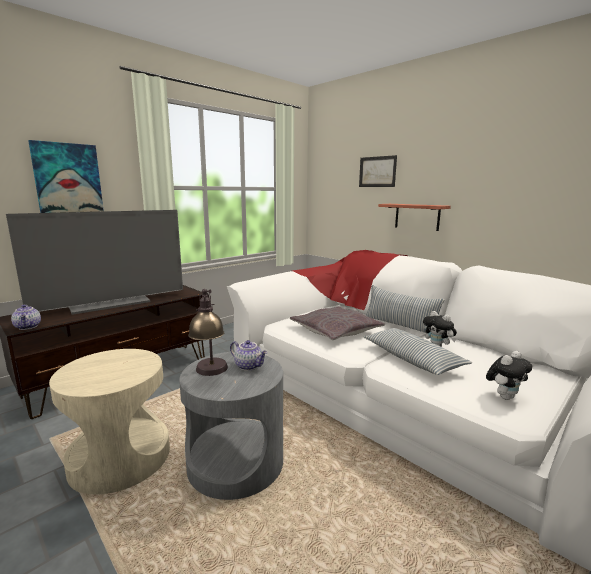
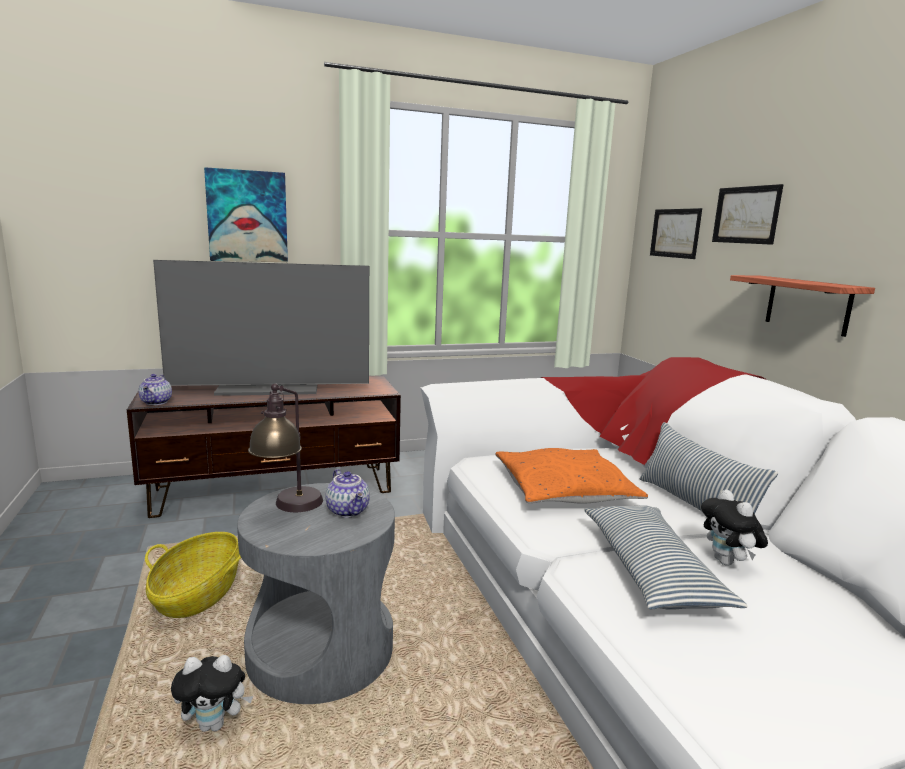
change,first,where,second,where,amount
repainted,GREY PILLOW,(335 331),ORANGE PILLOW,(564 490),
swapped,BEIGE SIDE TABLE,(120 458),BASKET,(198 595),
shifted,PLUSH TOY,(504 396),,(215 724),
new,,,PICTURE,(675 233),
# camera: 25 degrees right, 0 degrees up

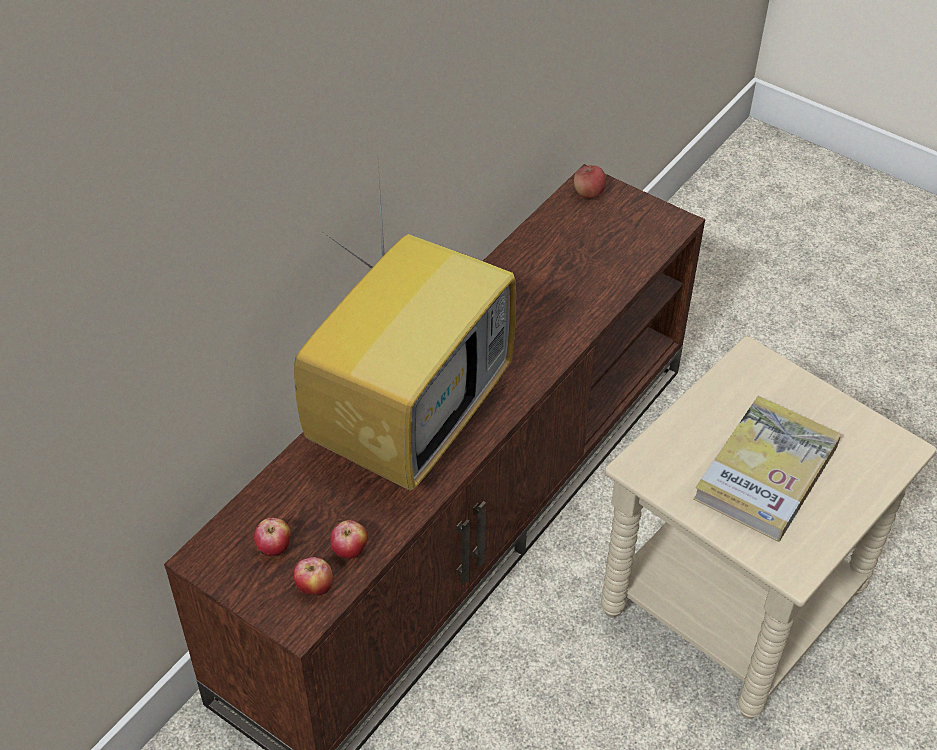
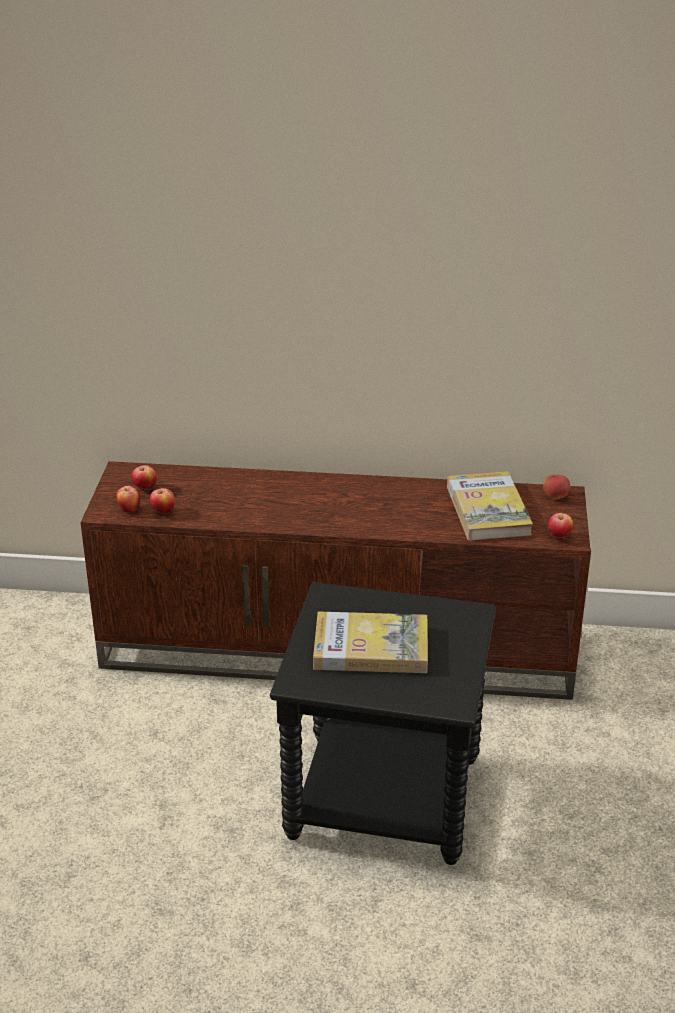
change,first,where,second,where,amount
gone,TELEVISION,(411 416),,,
repainted,BEIGE SIDE TABLE,(731 599),BLACK SIDE TABLE,(384 796),
new,,,BOOK,(488 510),
new,,,APPLE,(559 537),
# camera: 60 degrees right, 15 degrees down

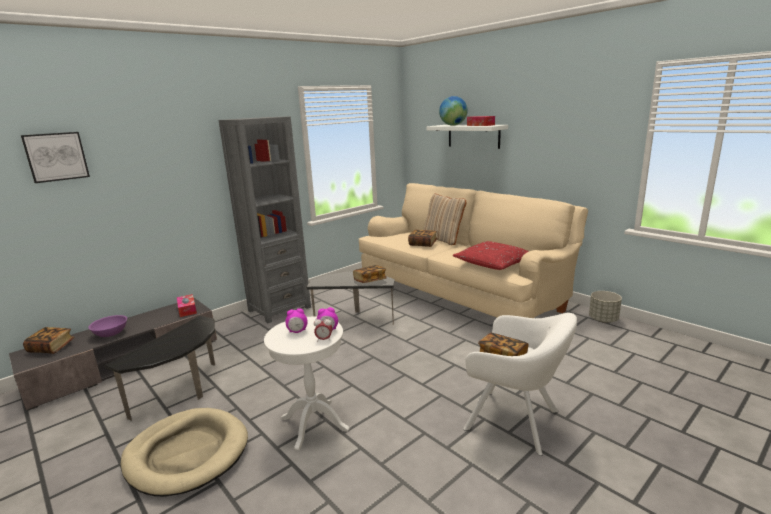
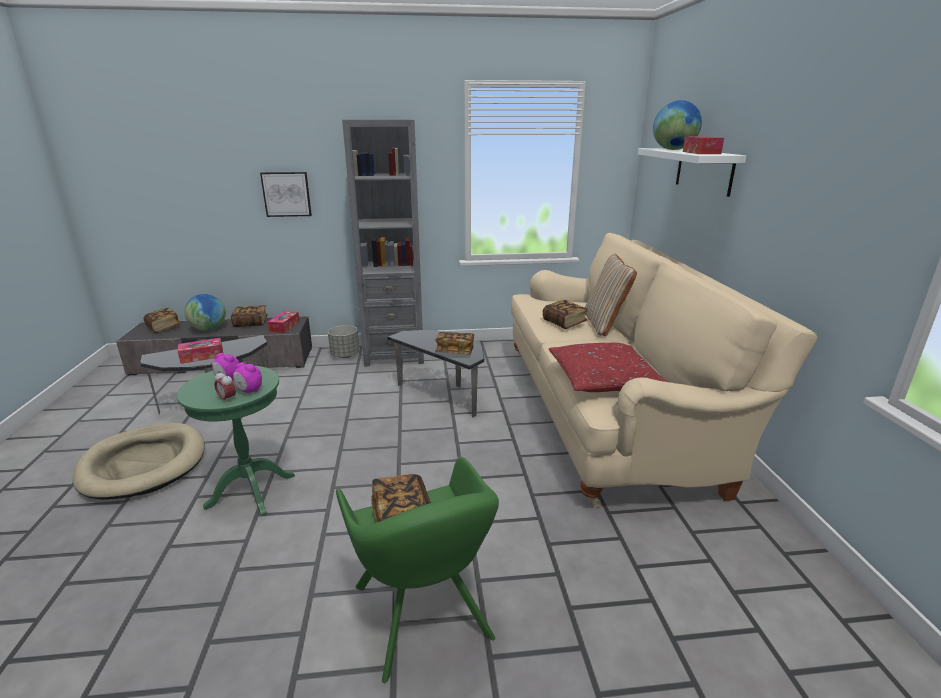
change,first,where,second,where,amount
shifted,PICTURE,(56 156),,(286 194),
shifted,GREY PLANTER,(603 320),,(345 355),
repainted,WHITE ARMCHAIR,(516 421),GREEN ARMCHAIR,(424 617),
swapped,PURPLE BOWL,(111 333),GLOBE,(209 329),
repainted,WHITE SIDE TABLE,(314 424),GREEN SIDE TABLE,(251 491),
new,,,BOOK,(250 323),
new,,,TISSUE BOX,(202 356),
# camera: 35 degrees right, 5 degrees up

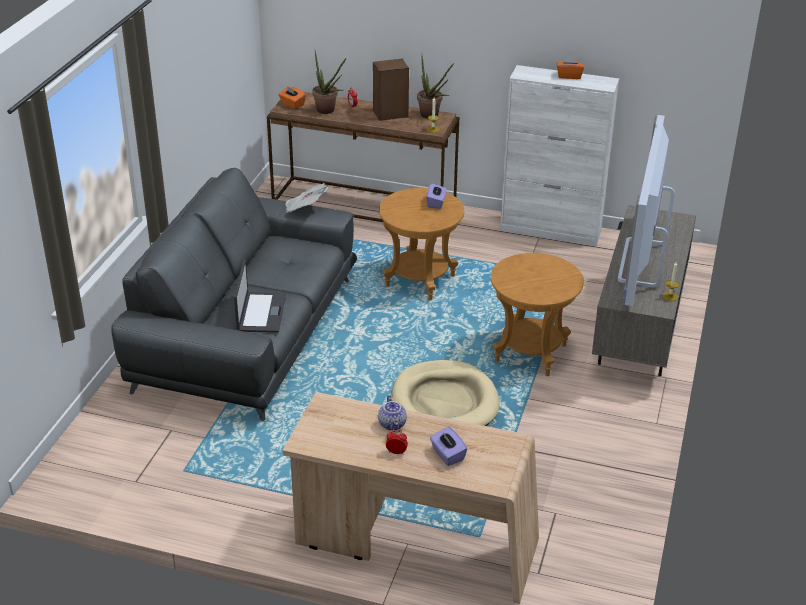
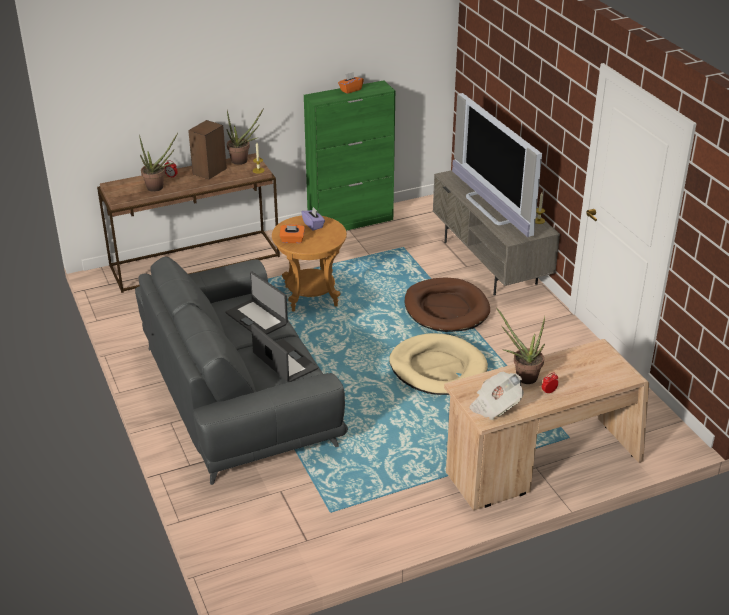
change,first,where,second,where,amount
repainted,WHITE CABINET,(551 230),GREEN CABINET,(351 222),
shifted,ORANGE TISSUE BOX,(292 104),,(292 240),
shifted,NEWSPAPER,(305 208),,(495 406),
swapped,BROWN SIDE TABLE,(530 353),BROWN DOG BED,(446 309),
swapped,TEAPOT,(393 424),POTTED PLANT,(521 376),
gone,PURPLE TISSUE BOX,(447 455),,,
new,,,LAPTOP,(257 318),
# camera: 40 degrees left, 0 degrees up

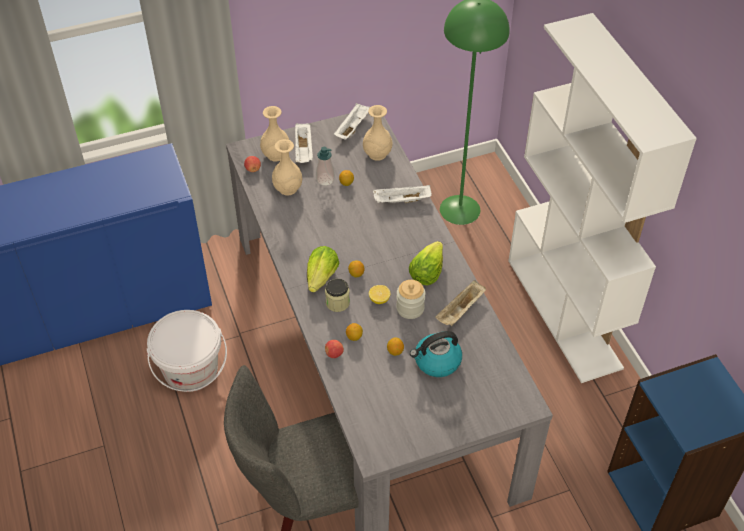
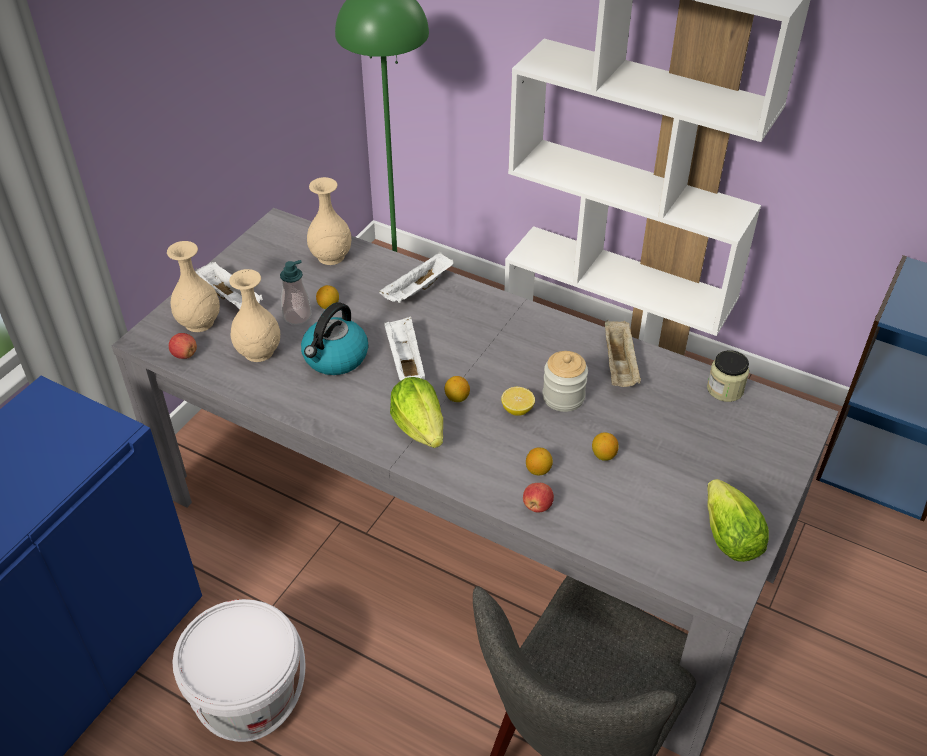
change,first,where,second,where,amount
shifted,WHITE TRAY,(352 127),,(404 360),
shifted,LETTUCE,(426 273),,(729 538),
shifted,JAR,(337 302),,(725 389),
shifted,KETTLE,(436 362),,(335 358),
# camera: 40 degrees left, 5 degrees down

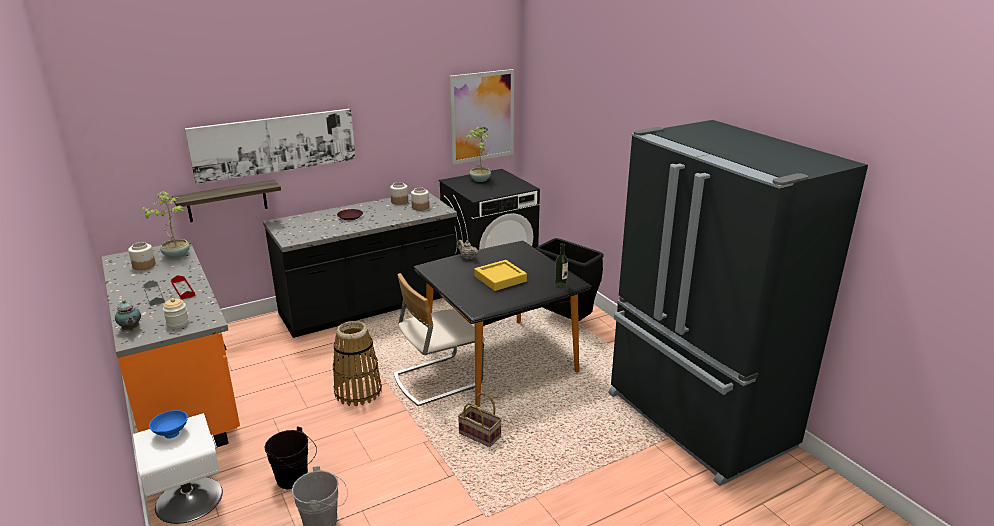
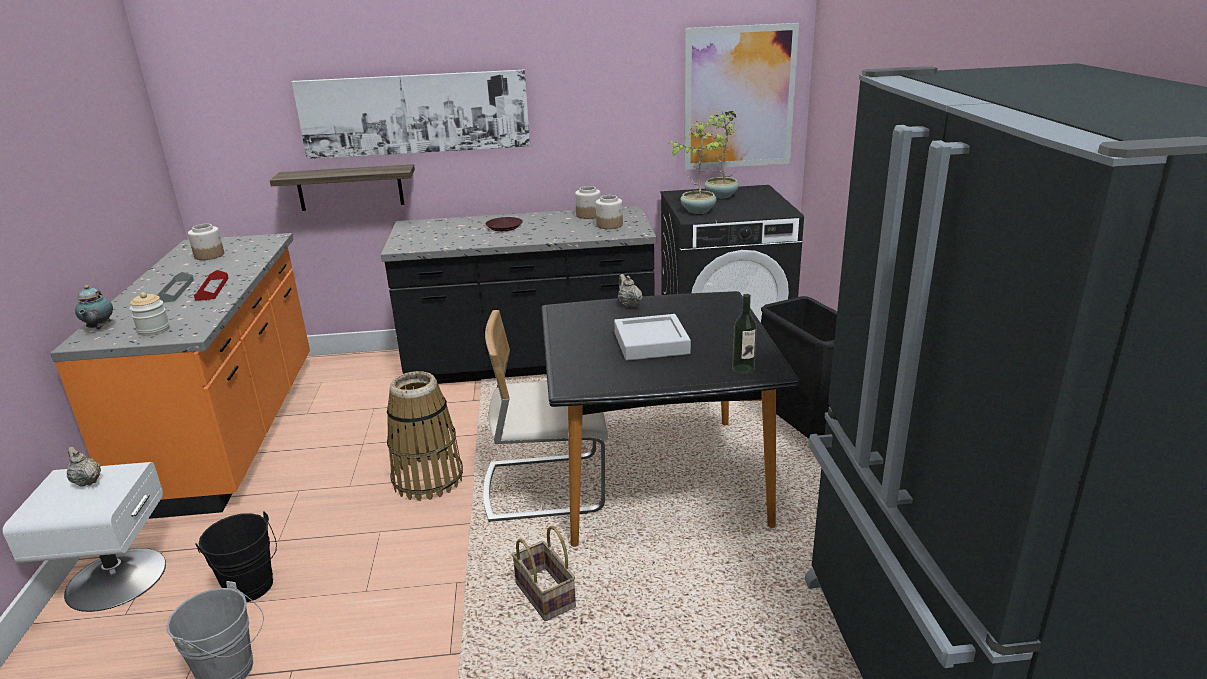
change,first,where,second,where,amount
shifted,POTTED PLANT,(176 255),,(697 210),
repainted,YELLOW TRAY,(500 279),GREY TRAY,(651 343),
swapped,BLUE BOWL,(170 434),BEIGE TEAPOT,(87 481),
# camera: 25 degrees right, 0 degrees up

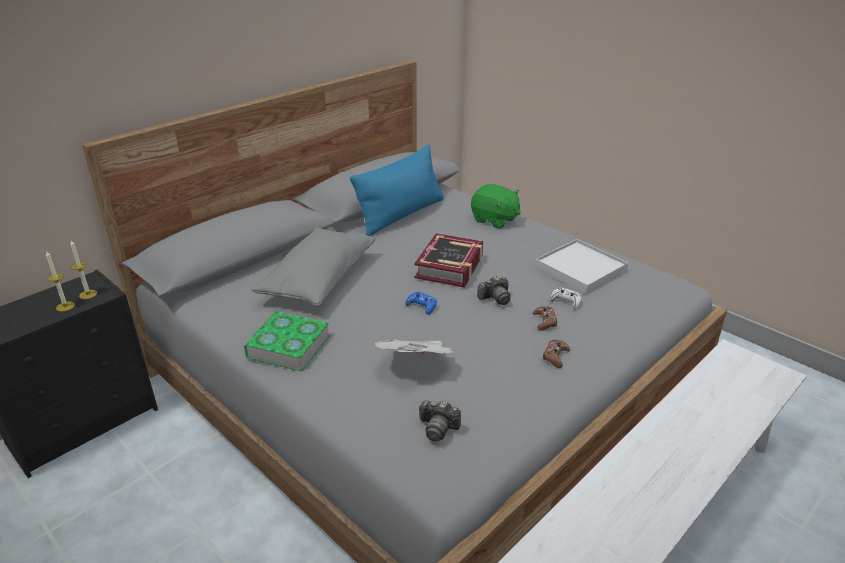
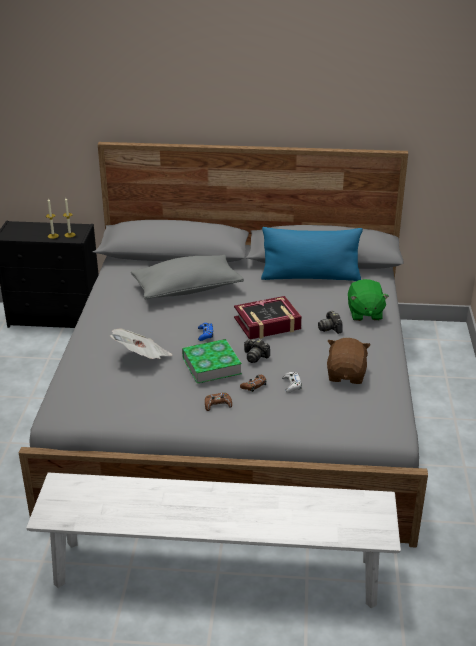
change,first,where,second,where,amount
swapped,WHITE TRAY,(580 269),BROWN PLUSH TOY,(346 375),
shifted,BOOK,(288 346),,(211 365),
shifted,PHOTO CAMERA,(438 428),,(330 328),
# camera: 50 degrees right, 0 degrees up

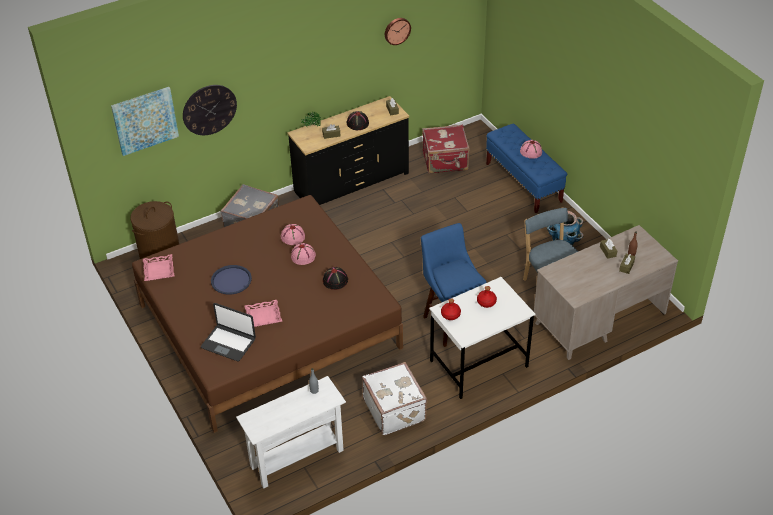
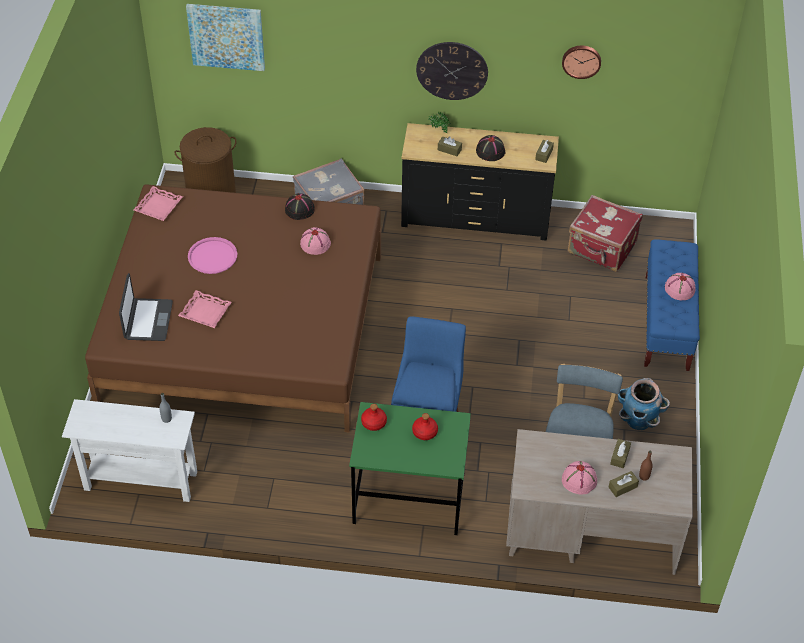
change,first,where,second,where,amount
shifted,WALL CLOCK,(209 109),,(452 70),
shifted,PINK HAT,(303 256),,(579 480),
repainted,BLUE TRAY,(231 280),PINK TRAY,(212 256),
shifted,BLACK HAT,(335 280),,(300 209),
repainted,WHITE DESK,(478 364),GREEN DESK,(408 499),
rotated,LAPTOP,(228 343),,(147 320),150 degrees counterclockwise
gone,WHITE SUITCASE,(395 409),,,
# camera: 35 degrees right, 5 degrees up

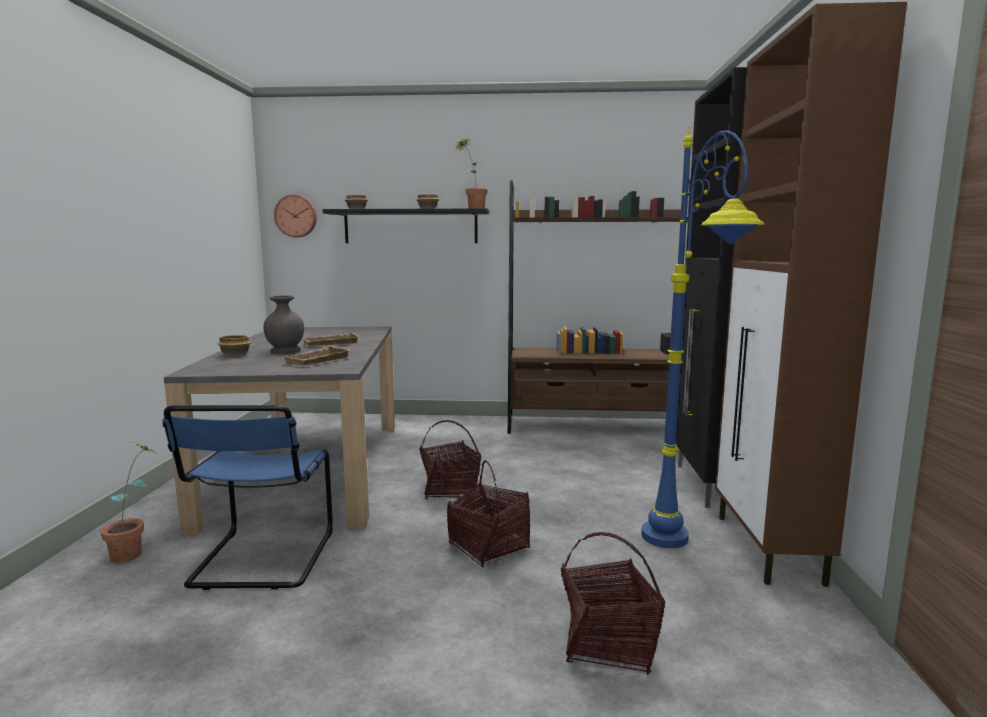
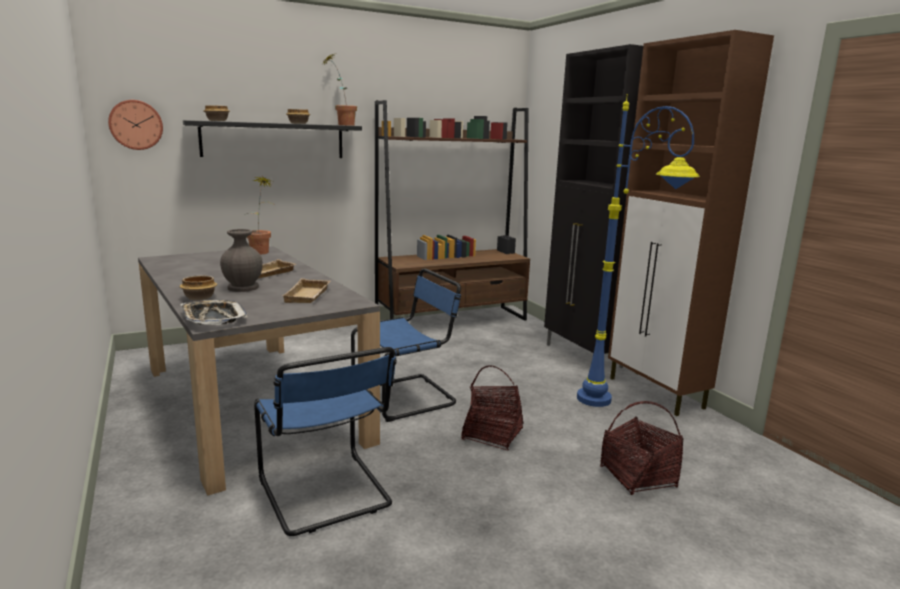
change,first,where,second,where,amount
swapped,BASKET,(450 490),BLUE CHAIR,(407 397),
shifted,POTTED PLANT,(135 552),,(262 251),
new,,,TRAY,(213 318),
# camera: 30 degrees left, 5 degrees up

